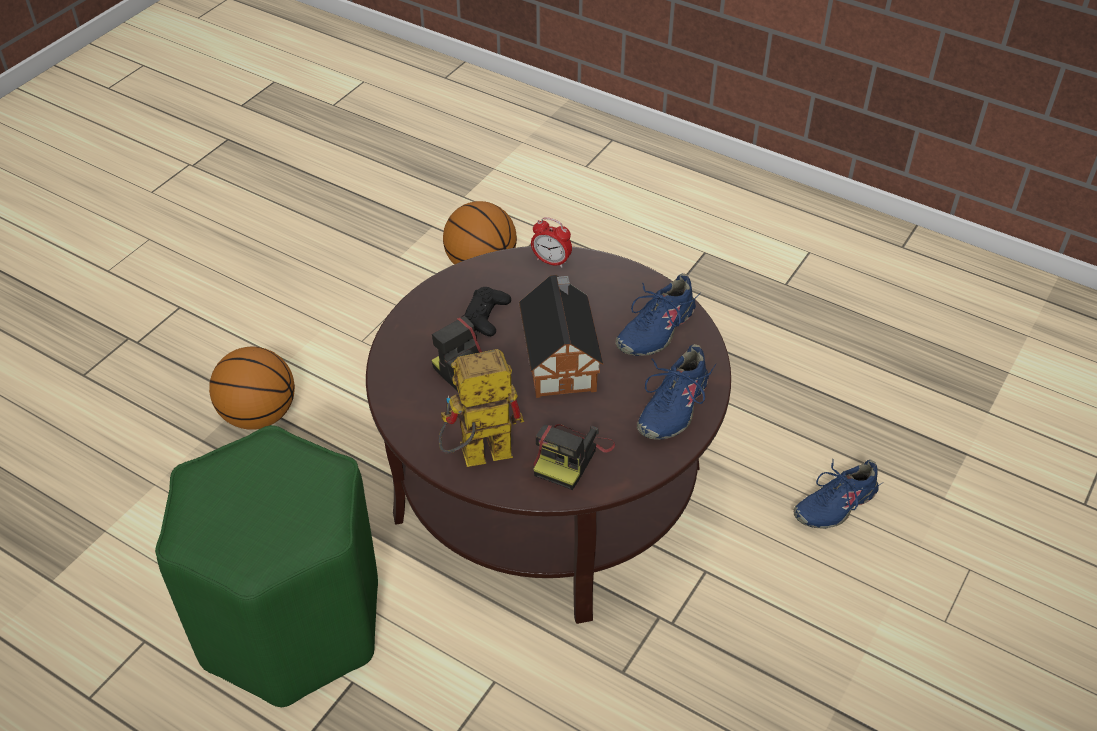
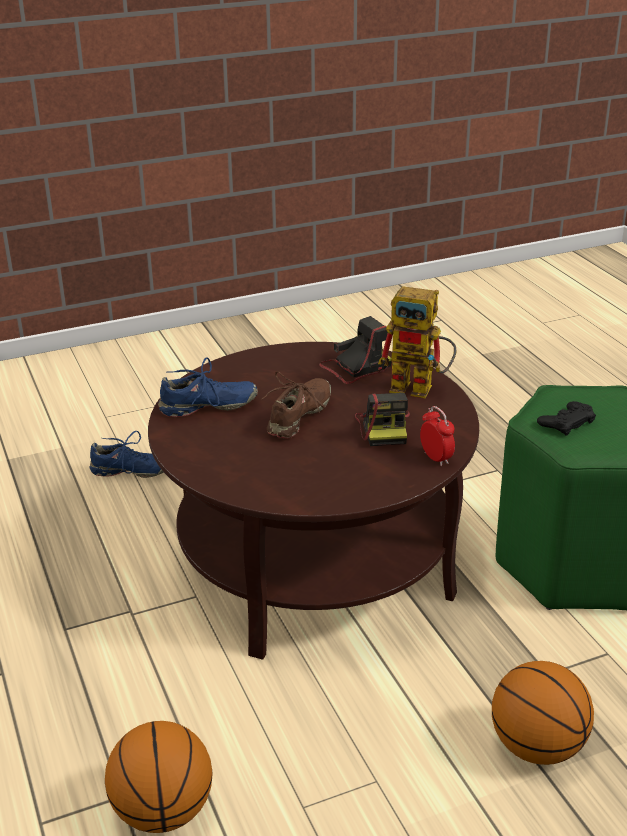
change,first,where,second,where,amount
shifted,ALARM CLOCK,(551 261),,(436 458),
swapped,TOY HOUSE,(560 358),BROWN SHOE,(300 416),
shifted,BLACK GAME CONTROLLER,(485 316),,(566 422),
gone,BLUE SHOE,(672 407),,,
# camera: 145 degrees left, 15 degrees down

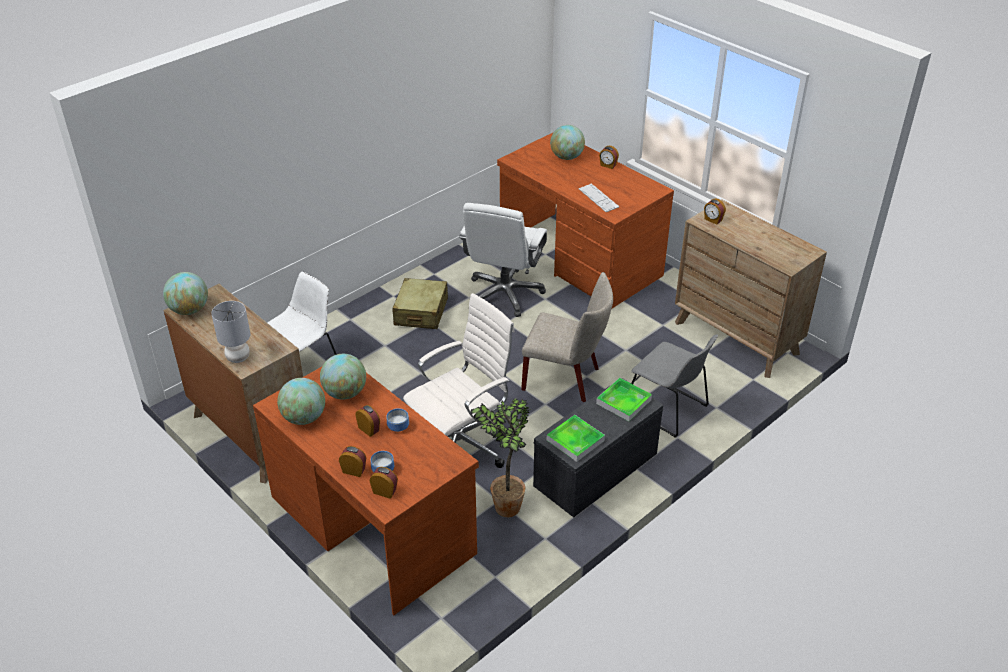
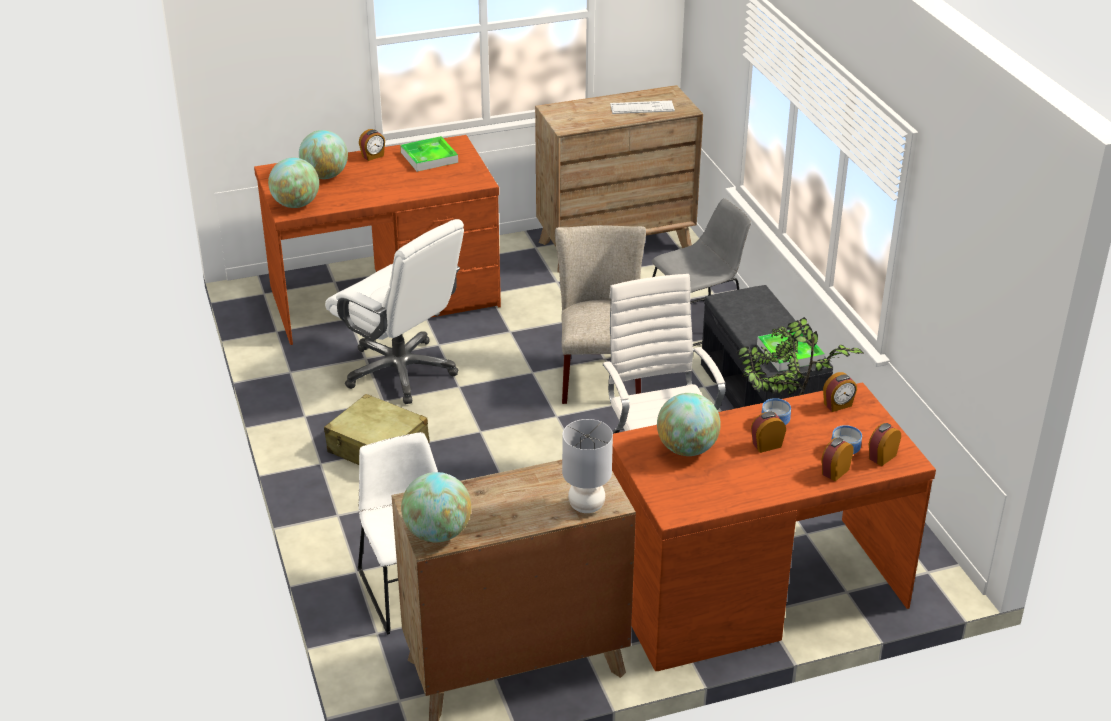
change,first,where,second,where,amount
shifted,KEYBOARD,(598 198),,(642 108),
shifted,ALARM CLOCK,(713 220),,(838 405),
rotated,BEIGE CHAIR,(566 379),,(599 373),45 degrees counterclockwise
shifted,GLOBE,(304 417),,(296 204),
shifted,TRAY,(623 402),,(429 157),
# camera: 65 degrees left, 5 degrees down

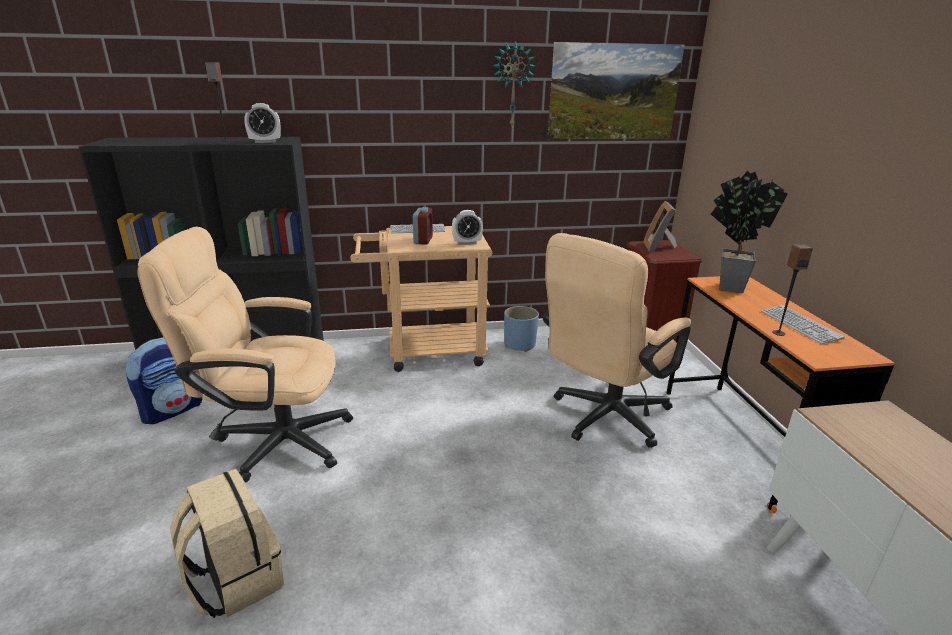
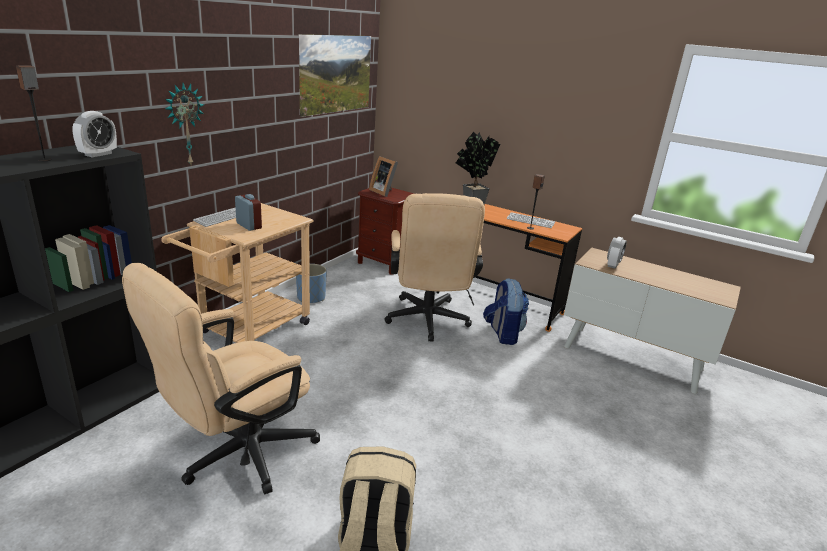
change,first,where,second,where,amount
shifted,WALL CLOCK,(512 85),,(184 125),
shifted,ALARM CLOCK,(467 243),,(613 265),
shifted,BACKPACK,(172 410),,(502 334),
# camera: 50 degrees left, 0 degrees up

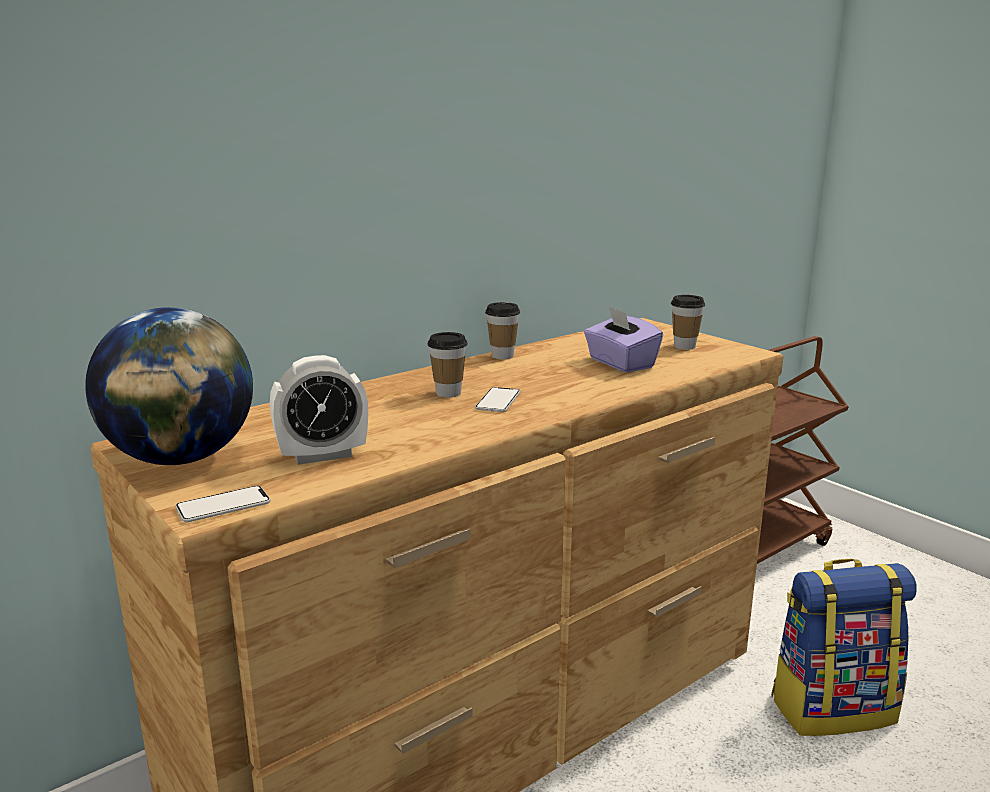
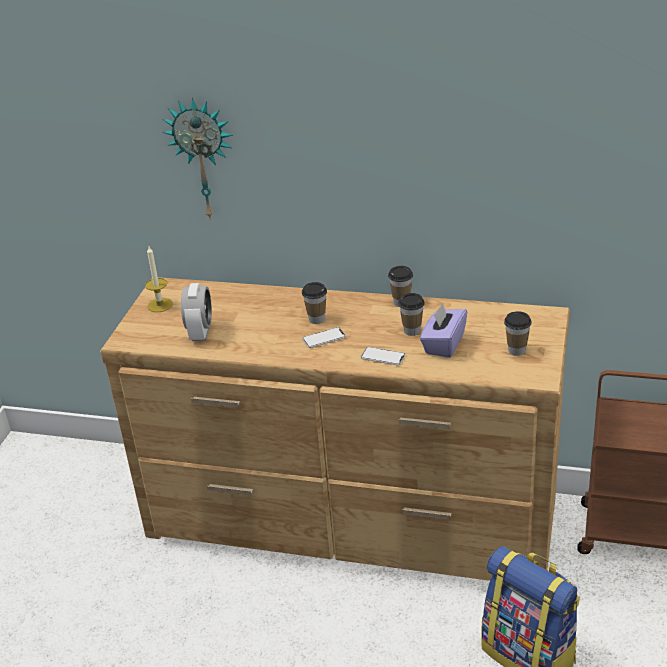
change,first,where,second,where,amount
swapped,GLOBE,(181 459),CANDLE,(160 305),
rotated,ALARM CLOCK,(322 455),,(200 332),120 degrees counterclockwise
shifted,PHONE,(223 506),,(383 357),
new,,,WALL CLOCK,(203 158),
new,,,CUP,(412 331),
# camera: 55 degrees right, 15 degrees up

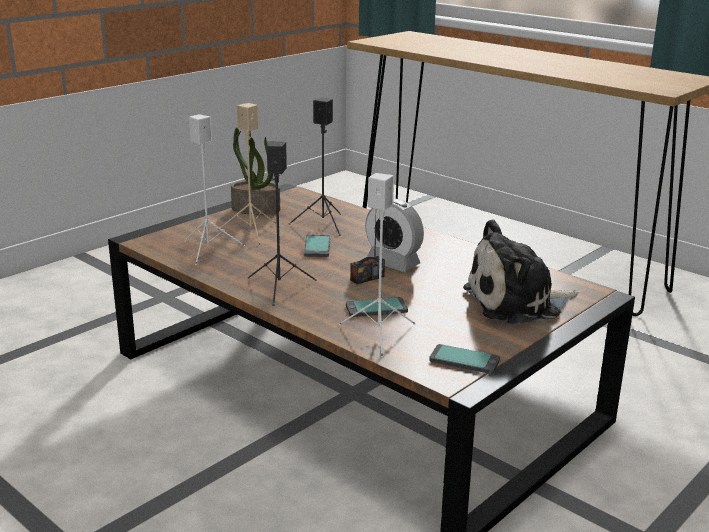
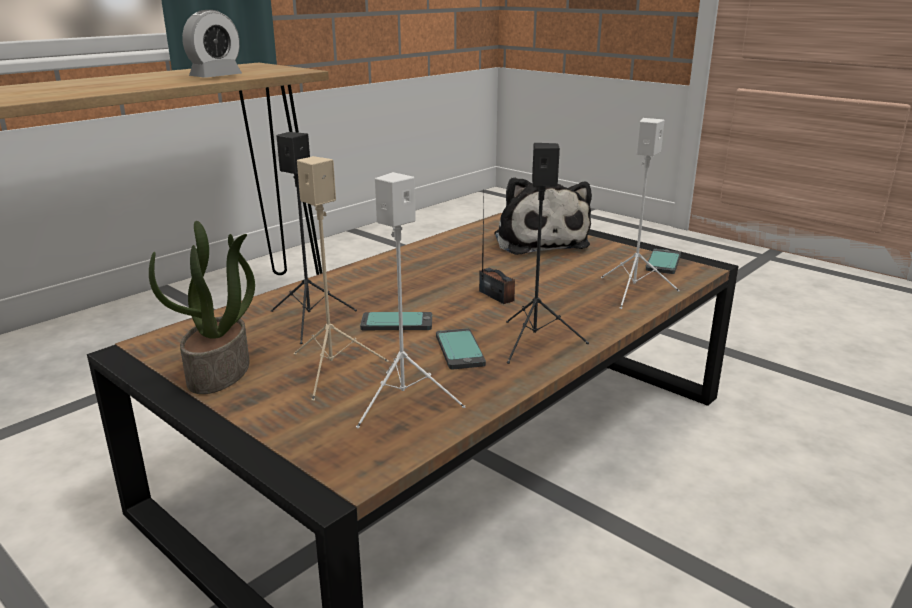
change,first,where,second,where,amount
shifted,ALARM CLOCK,(393 263),,(216 76),
shifted,PHONE,(376 309),,(460 350),
# camera: 90 degrees left, 0 degrees up

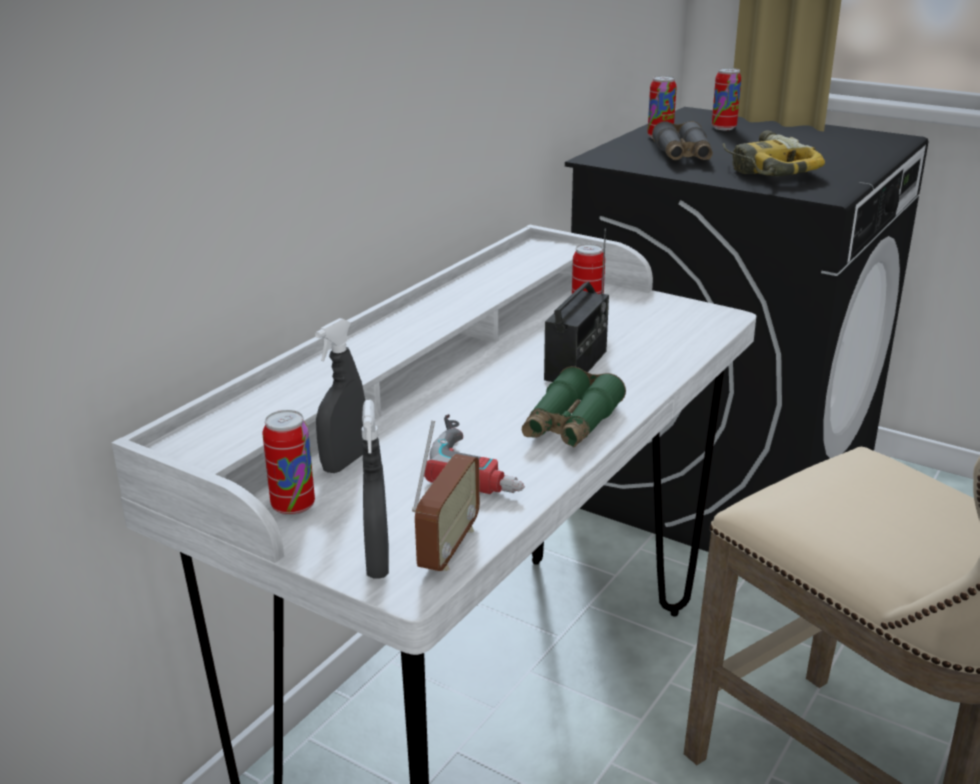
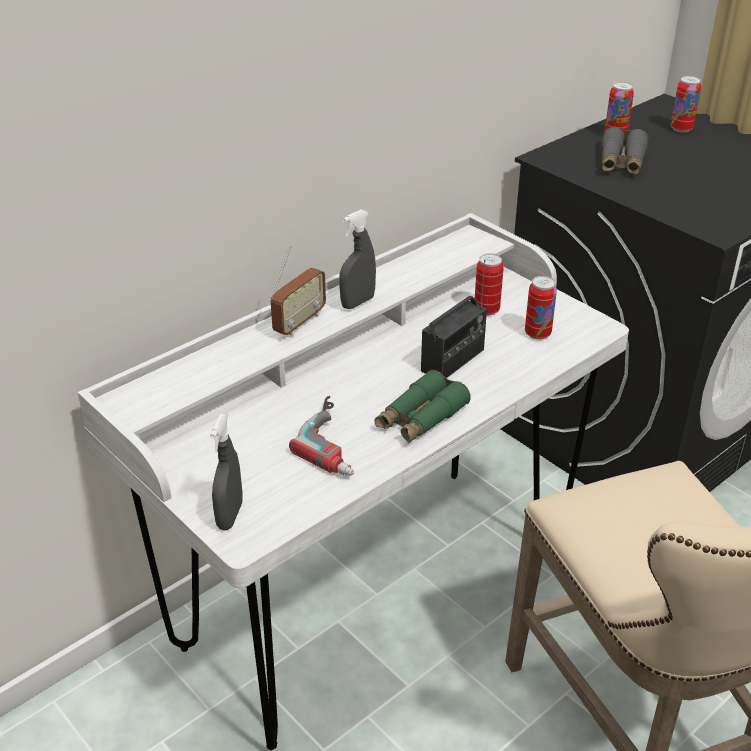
change,first,where,second,where,amount
gone,POWER DRILL,(764 168),,,
shifted,GREY SPRAY BOTTLE,(344 462),,(357 302),
shifted,CAN,(293 506),,(537 333),
shifted,RADIO,(448 548),,(299 323),
# camera: 15 degrees right, 10 degrees up

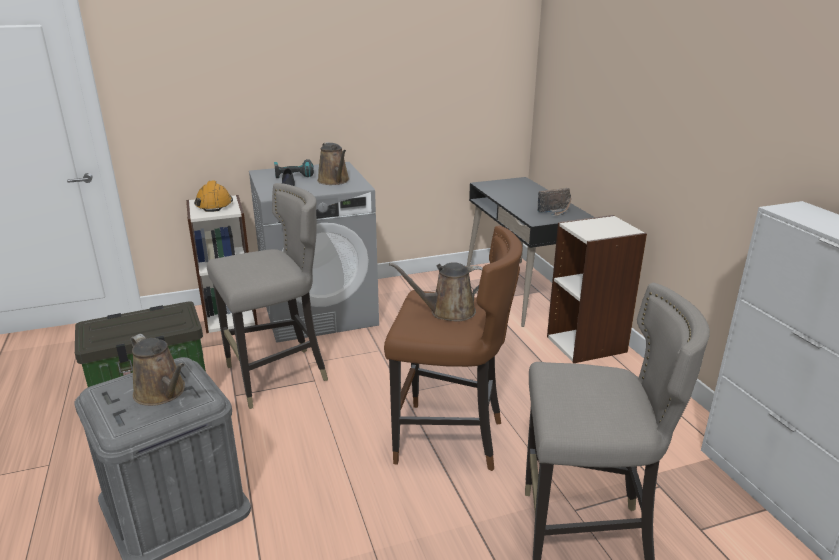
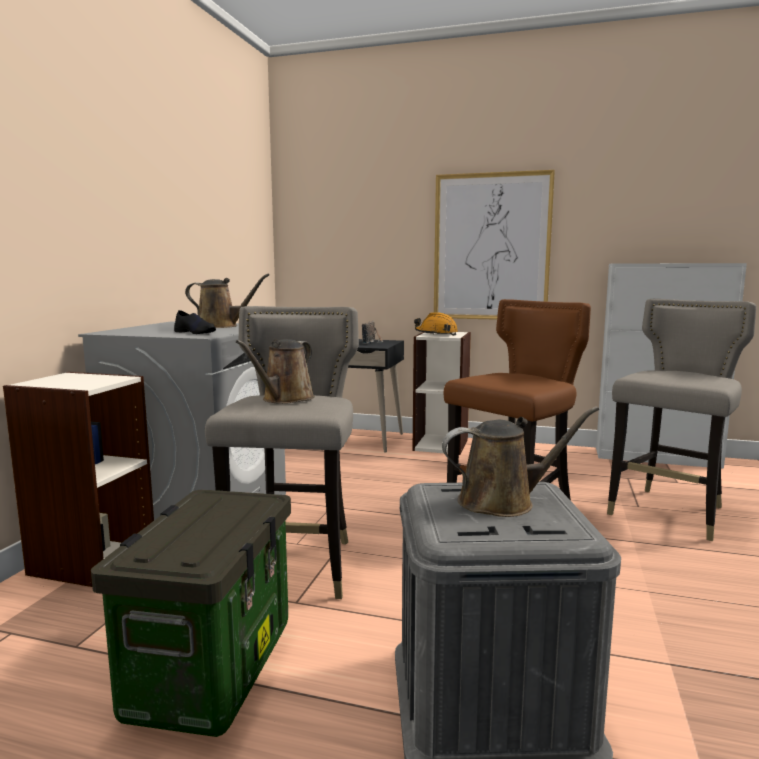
change,first,where,second,where,amount
gone,POWER DRILL,(294 174),,,
shifted,ORANGE HARD HAT,(214 204),,(436 334),
shifted,BROWN WATERING CAN,(448 312),,(285 399),
new,,,PICTURE,(491 247),
# camera: 55 degrees left, 15 degrees down

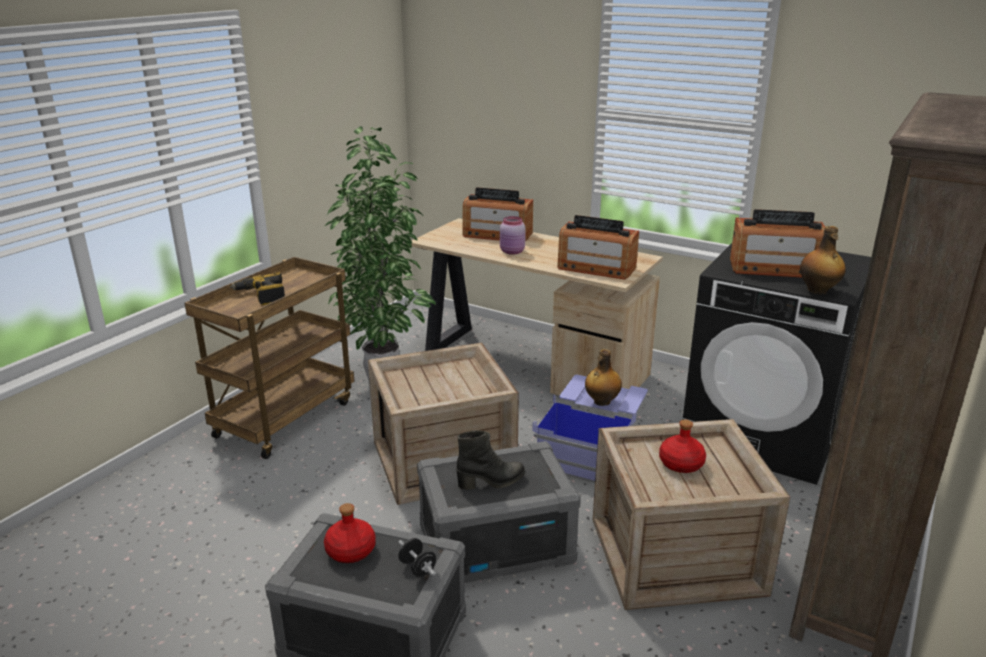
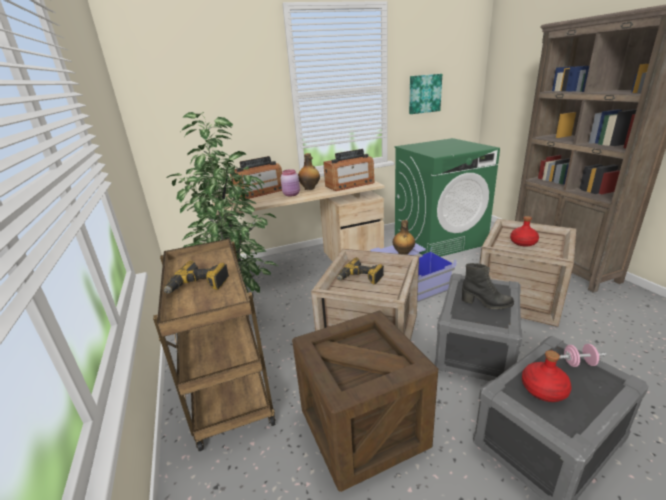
change,first,where,second,where,amount
gone,RADIO,(774 268),,,
shifted,BOTTLE,(818 291),,(310 188),
repainted,BLACK WASHING MACHINE,(763 433),GREEN WASHING MACHINE,(439 240),
rotated,BLACK BOOT,(491 482),,(486 303),90 degrees clockwise
repainted,BLACK DUMBBELL,(417 568),PINK DUMBBELL,(578 363),
new,,,PICTURE,(424 94),
new,,,POWER DRILL,(360 278),
new,,,CRATE,(363 427),
# camera: 50 degrees left, 0 degrees up

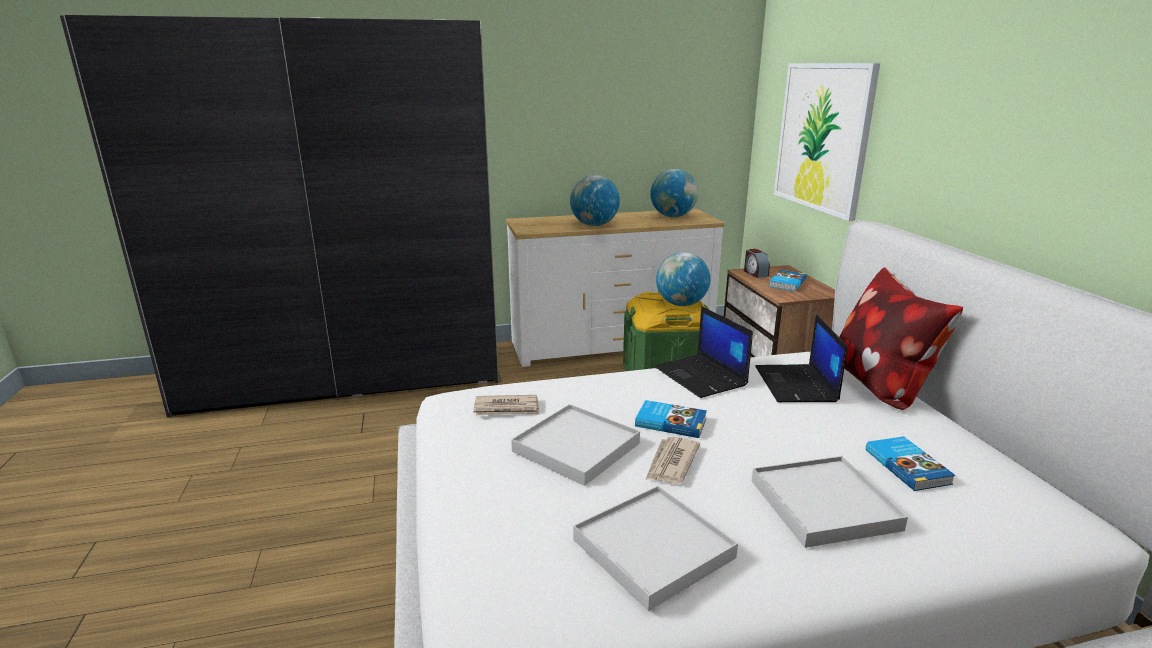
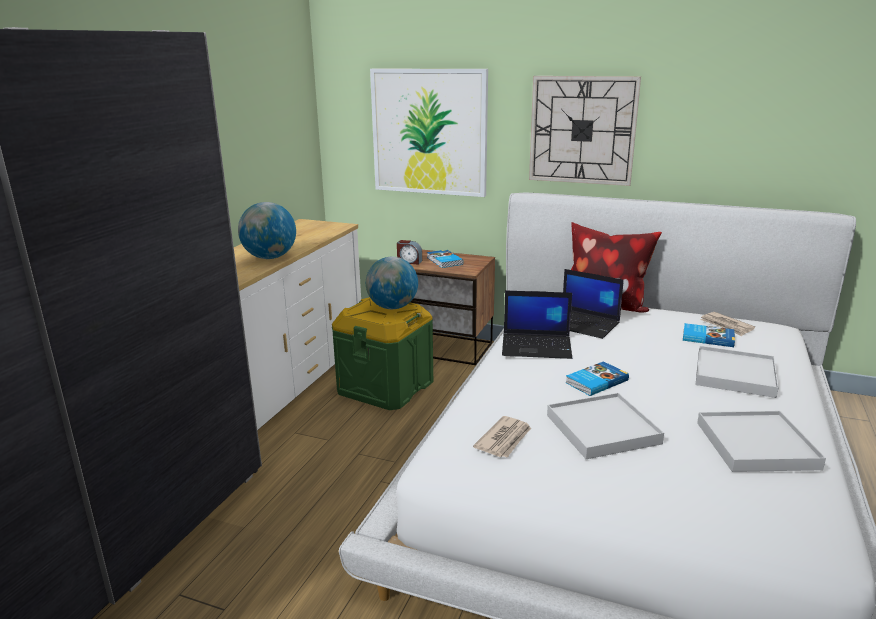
change,first,where,second,where,amount
gone,GLOBE,(672 216),,,
shifted,NEWSPAPER,(671 463),,(726 326),
new,,,WALL CLOCK,(582 130),
# camera: 55 degrees left, 0 degrees up

